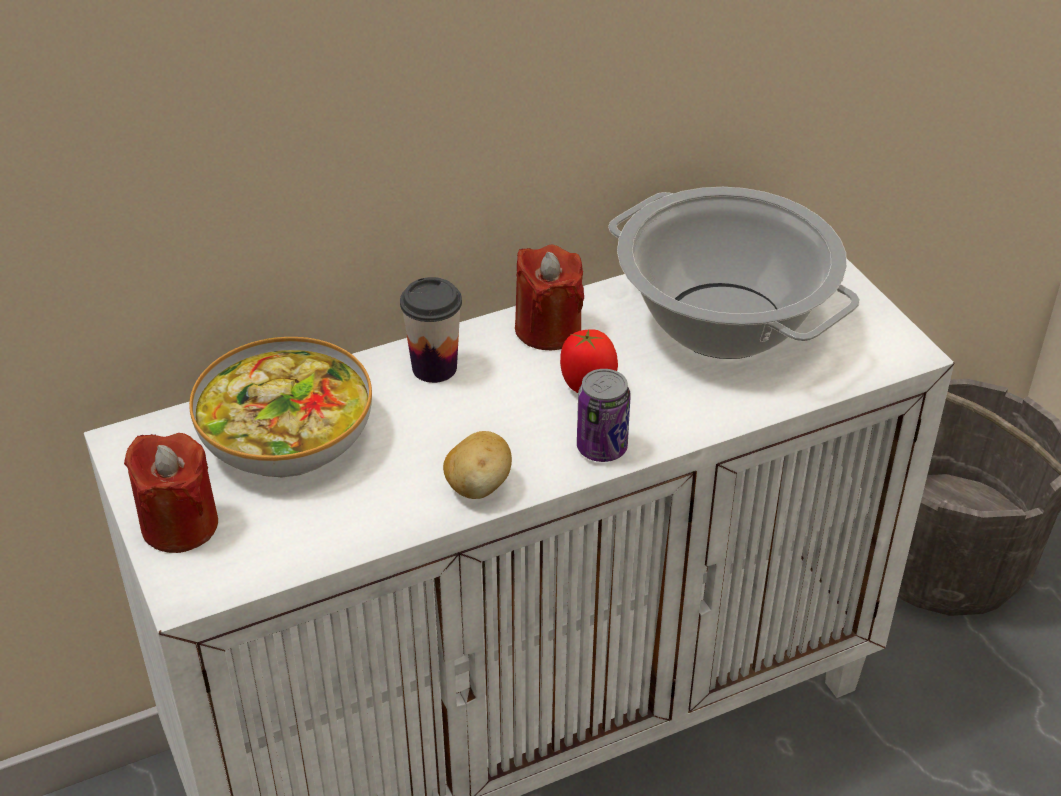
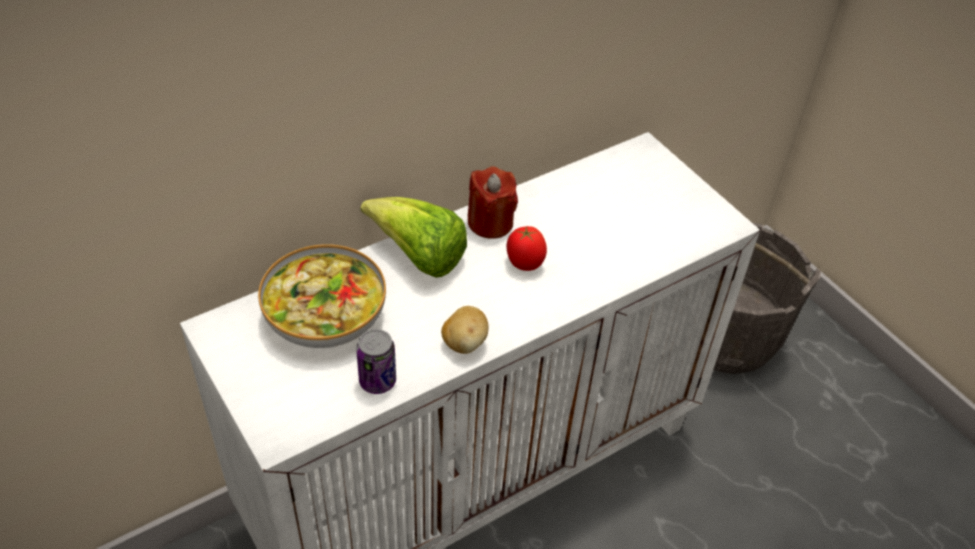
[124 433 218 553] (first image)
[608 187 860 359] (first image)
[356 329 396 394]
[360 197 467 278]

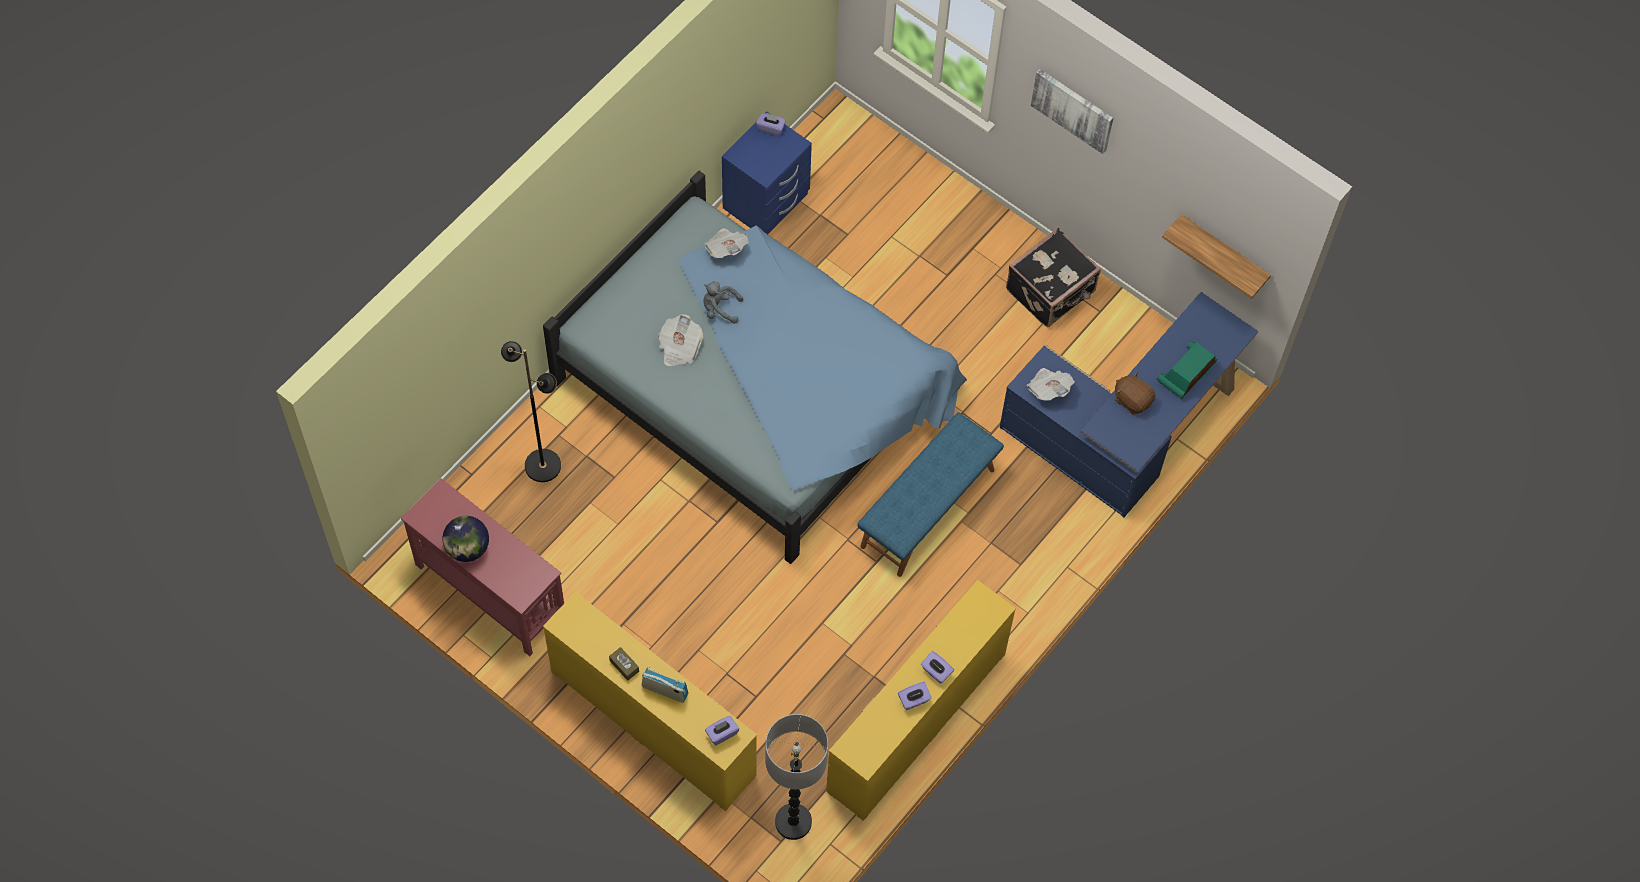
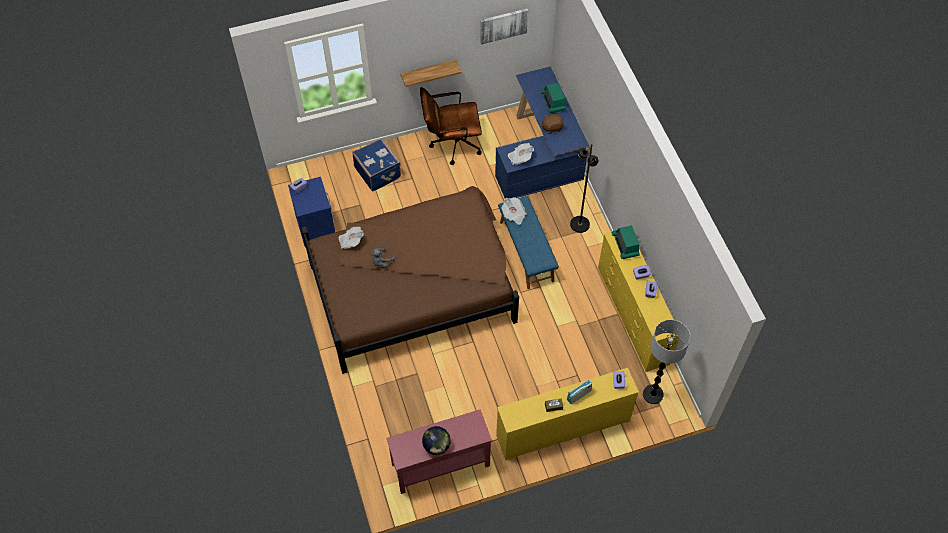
[352 138 401 191]
[612 225 640 259]
[570 144 599 233]
[502 197 527 225]
[480 8 529 45]
[400 59 461 87]
[420 87 482 165]
[301 186 519 374]

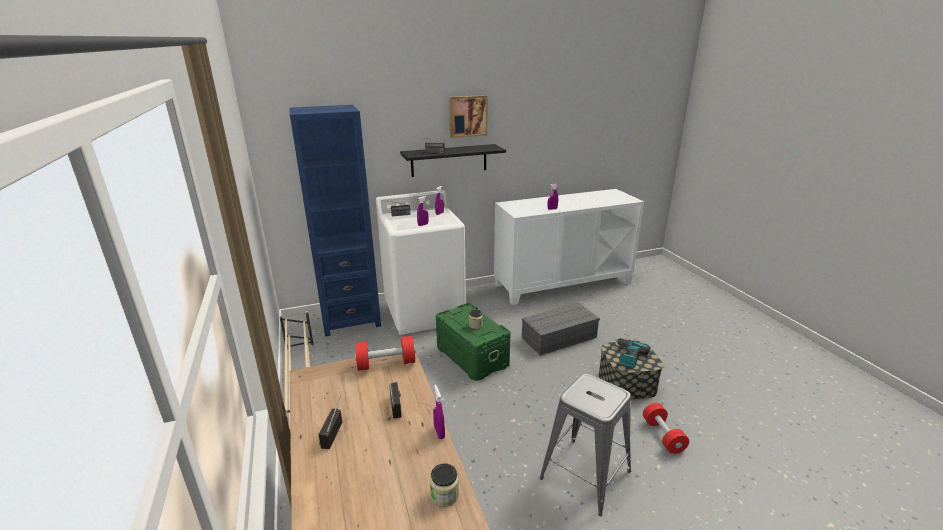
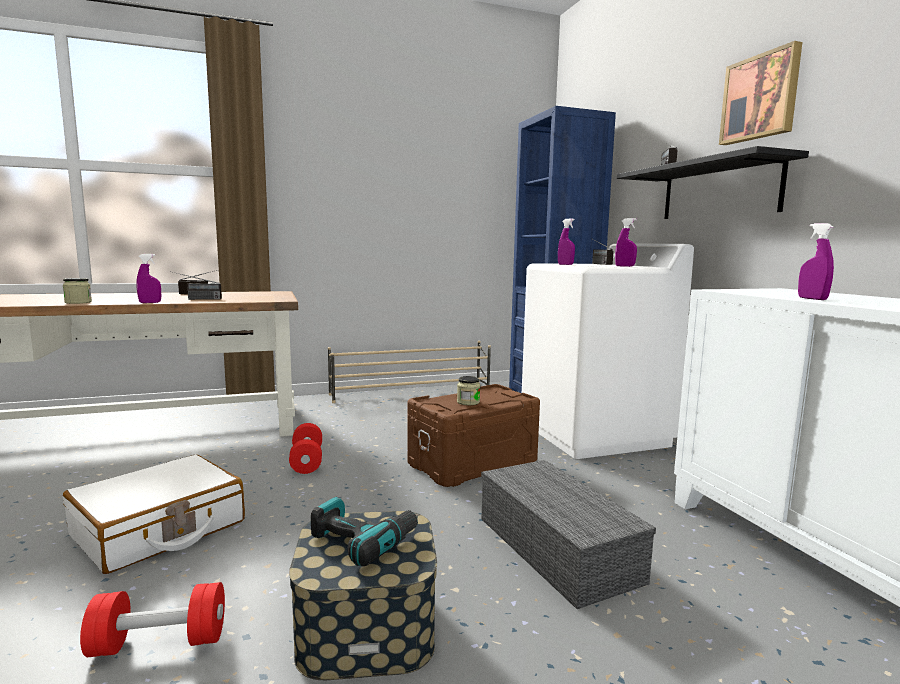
[289 423 322 474]
[63 455 245 574]
[407 384 540 487]

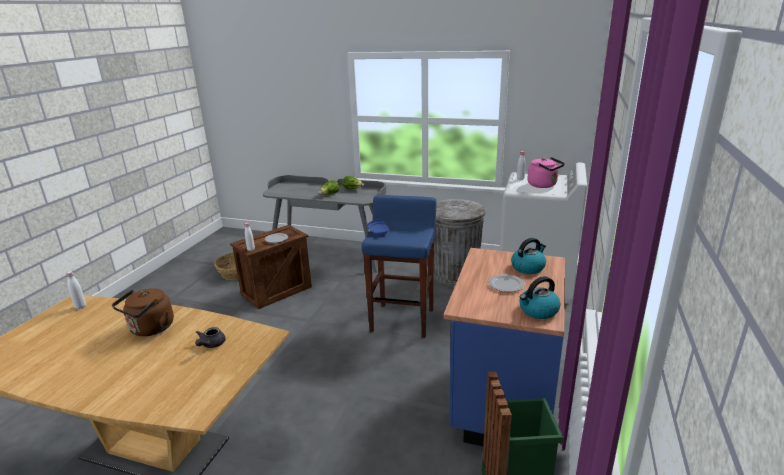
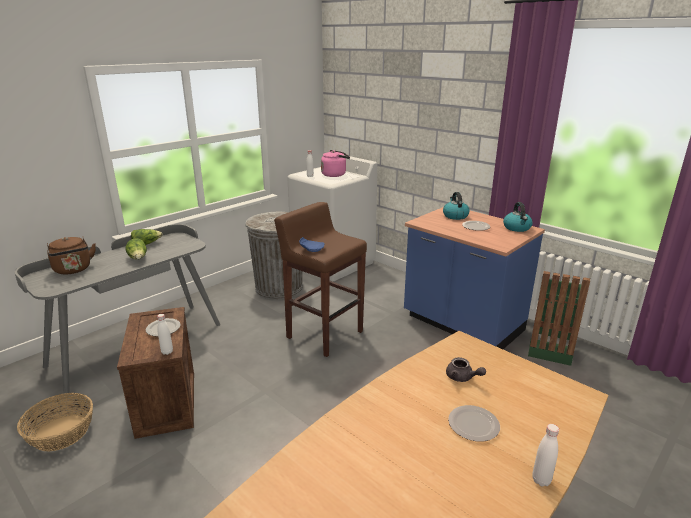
[448 405 500 442]
[532 424 559 486]
[47 236 96 274]
[274 202 367 357]

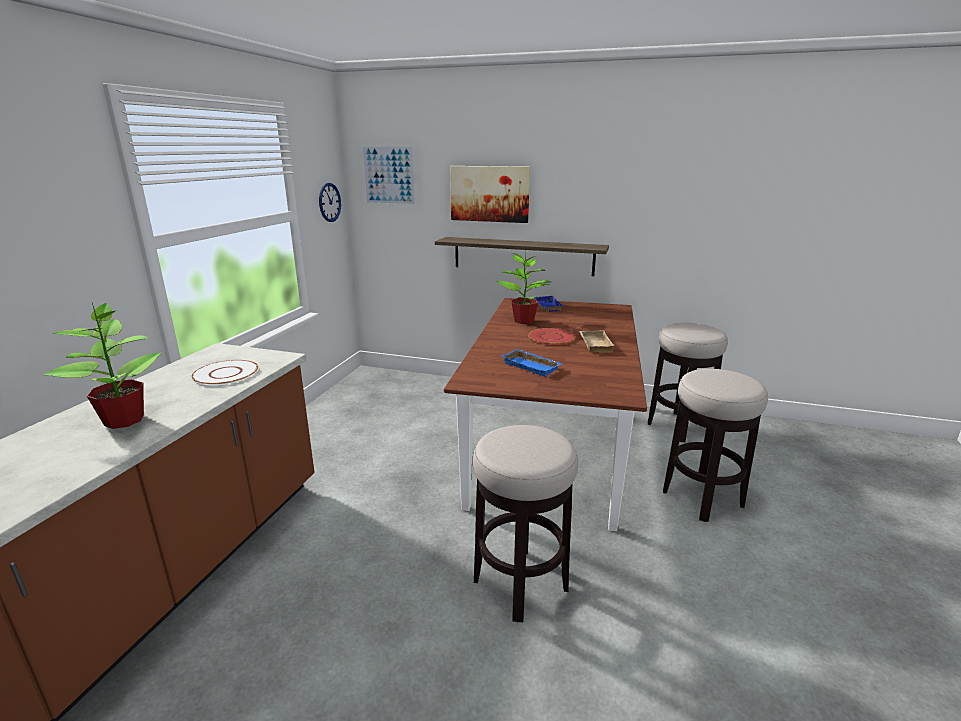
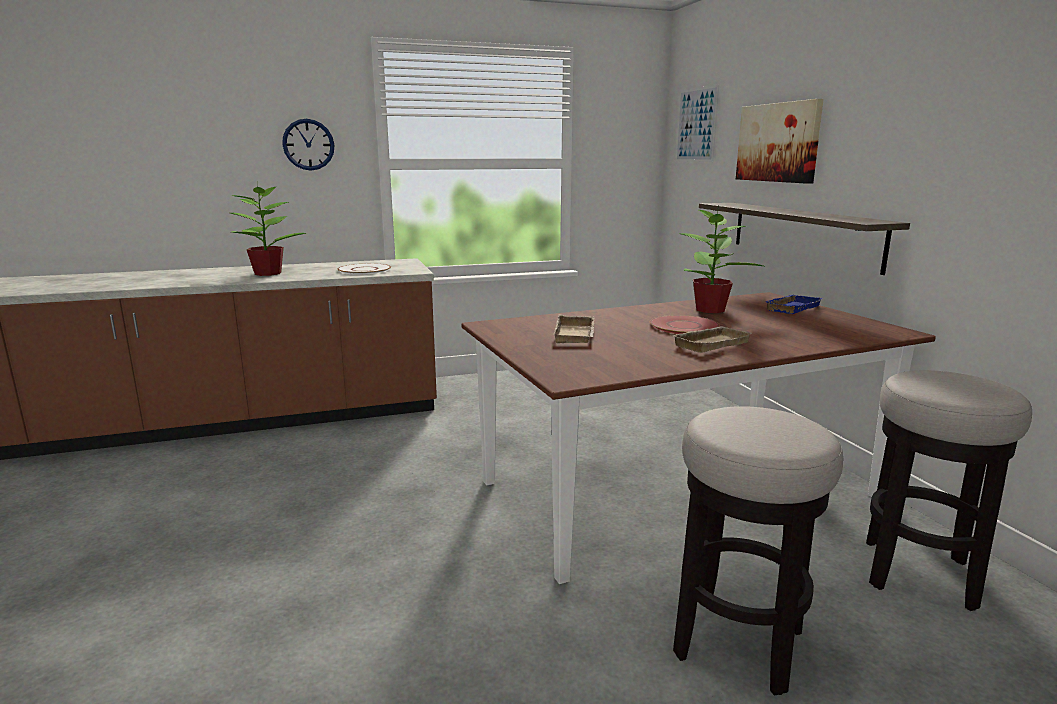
[473 425 578 622] (first image)
[282 119 334 171]
[553 315 594 343]

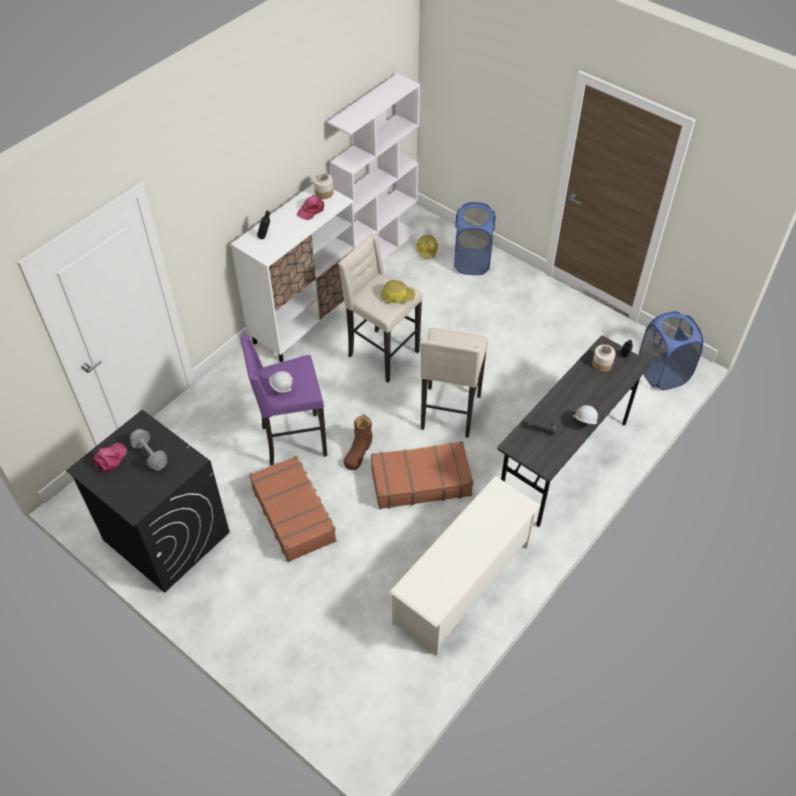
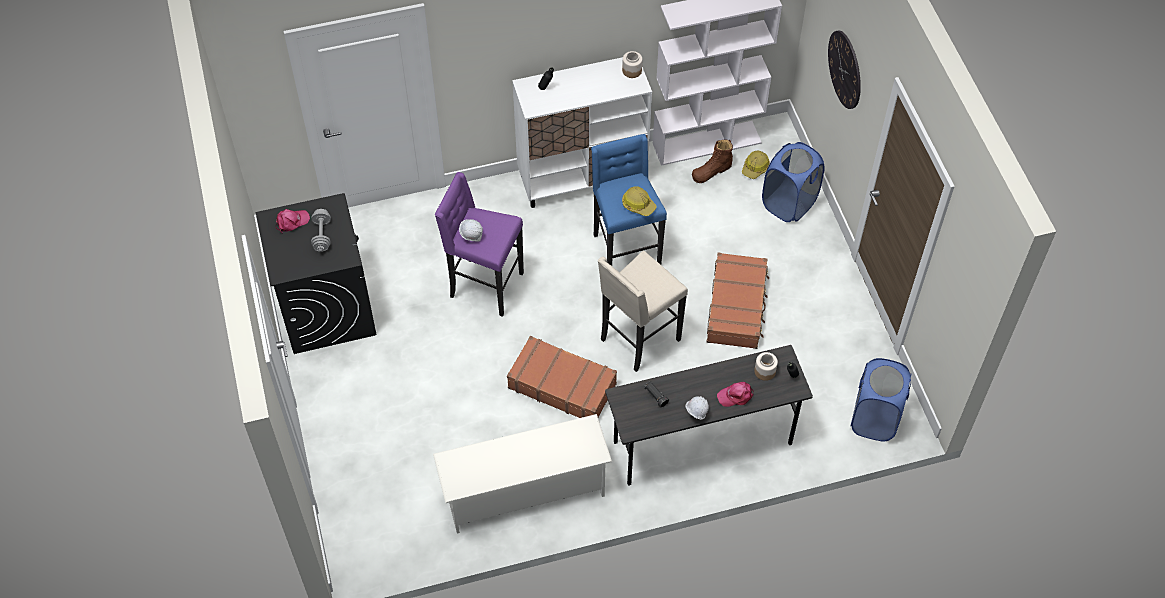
[828 30 861 109]
[706 253 769 349]
[717 382 754 407]
[692 140 733 183]
[591 134 667 266]

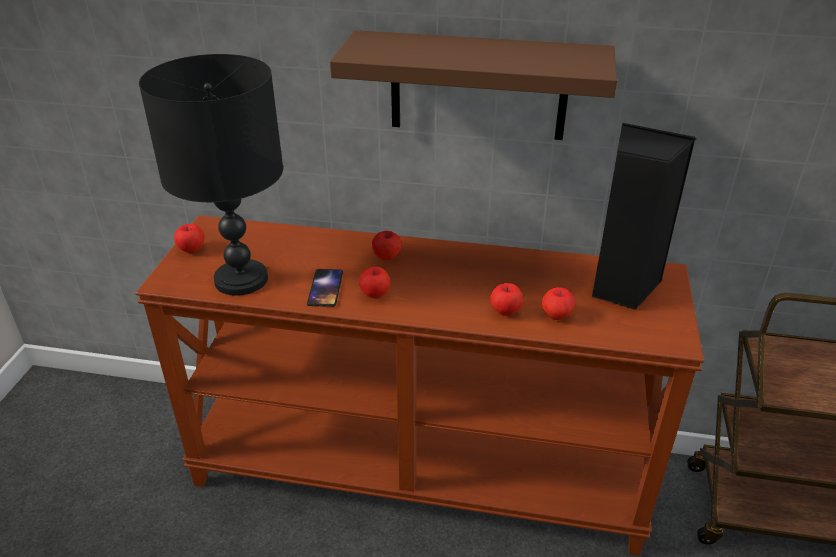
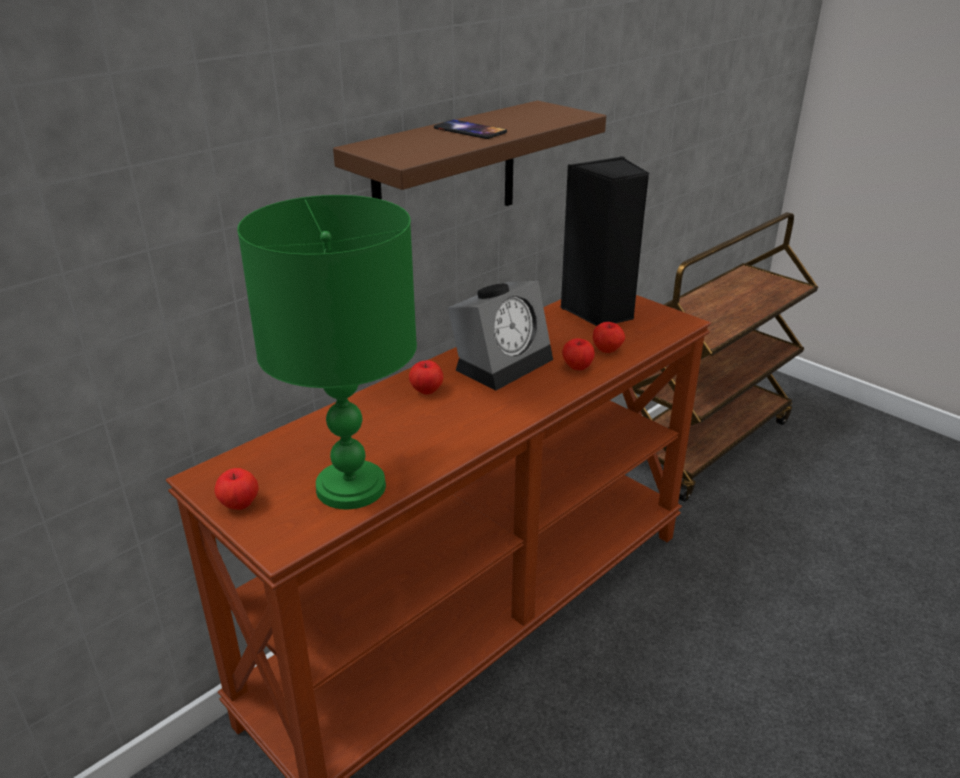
[358 267 390 299] (first image)
[448 281 553 390]
[434 120 507 139]
[237 195 417 509]

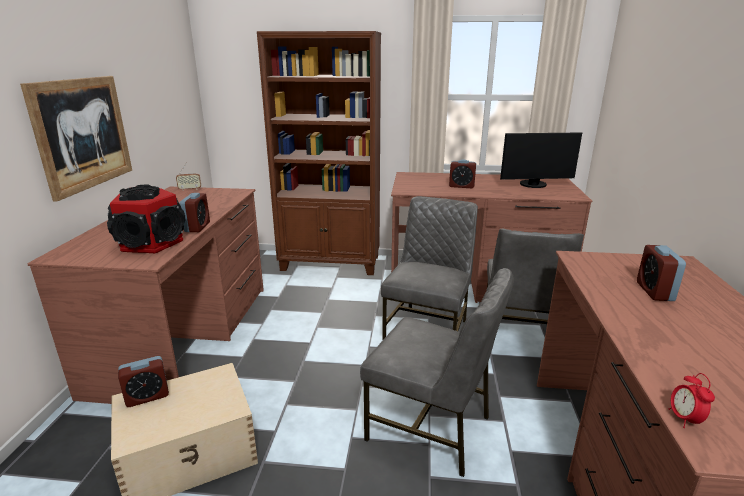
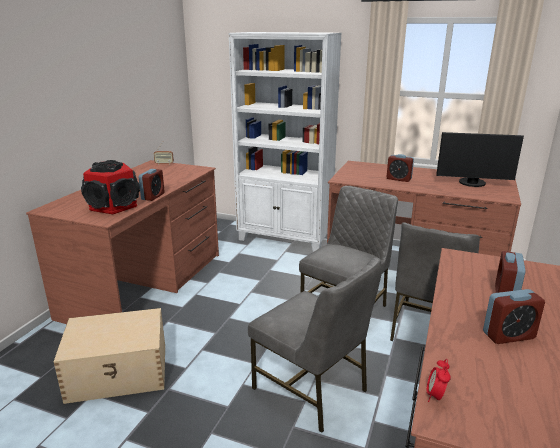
[20 76 132 202] (first image)
[483 289 545 344]
[229 32 342 252]

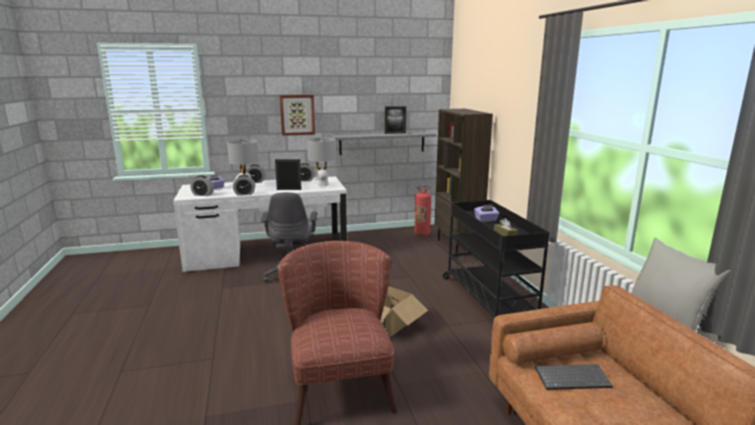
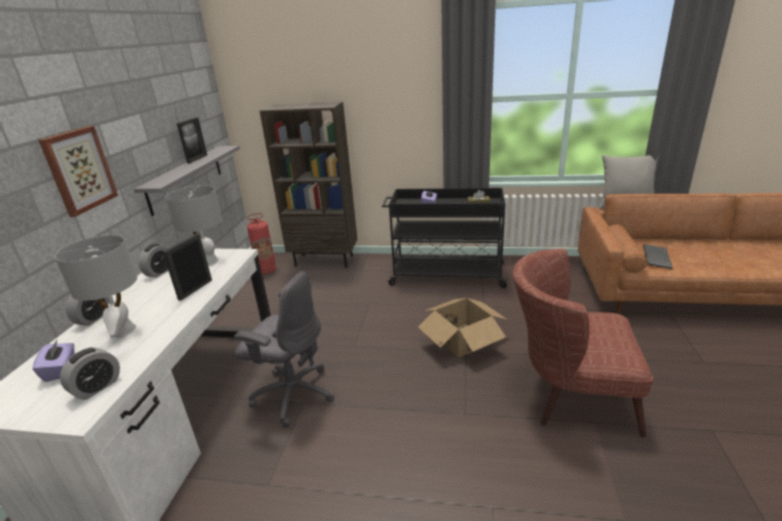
[233 175 255 196] (first image)

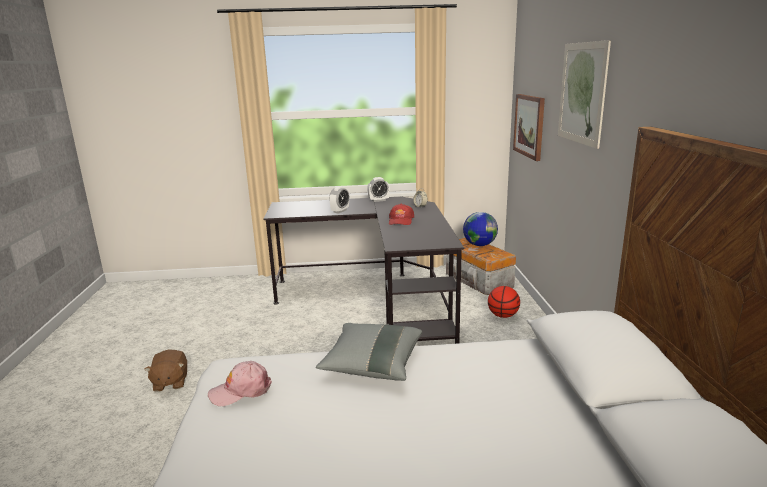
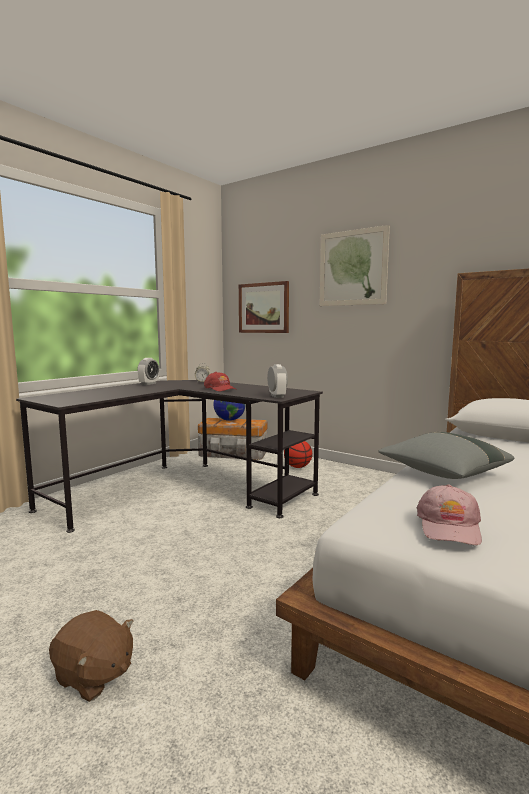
[267 364 288 398]

